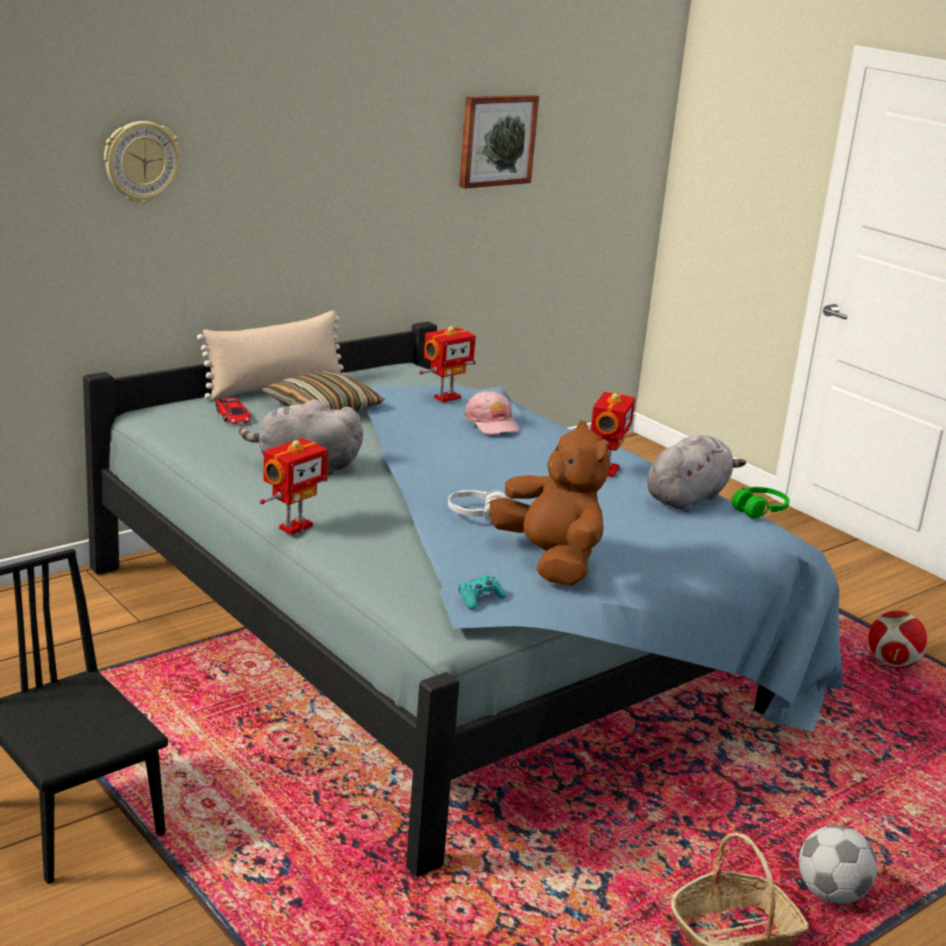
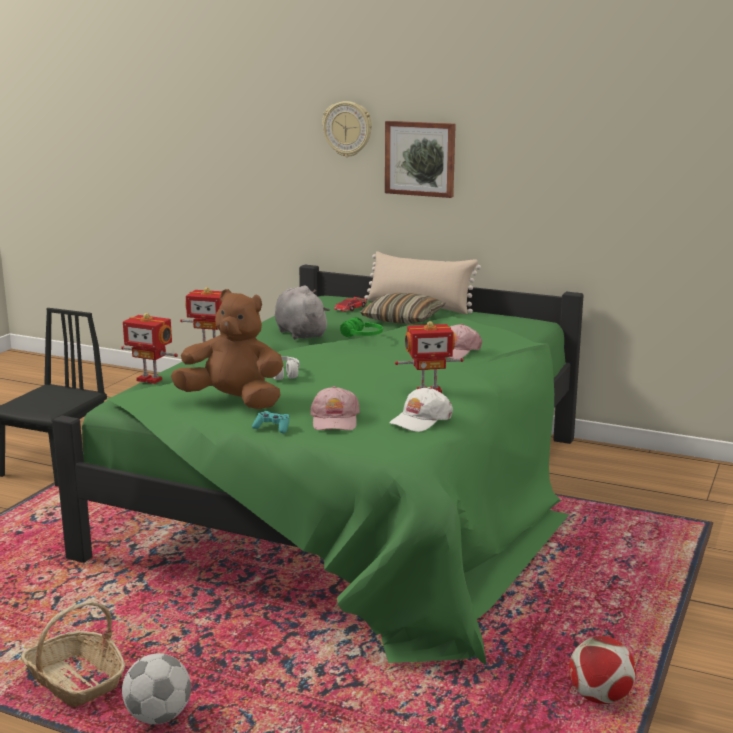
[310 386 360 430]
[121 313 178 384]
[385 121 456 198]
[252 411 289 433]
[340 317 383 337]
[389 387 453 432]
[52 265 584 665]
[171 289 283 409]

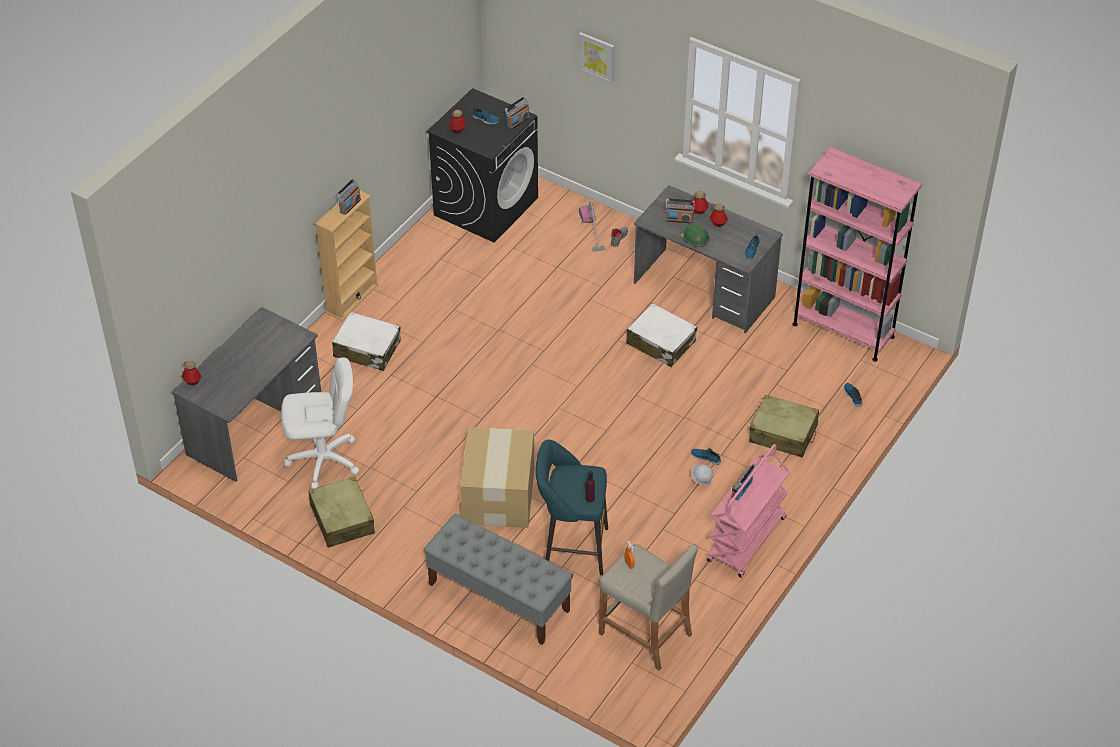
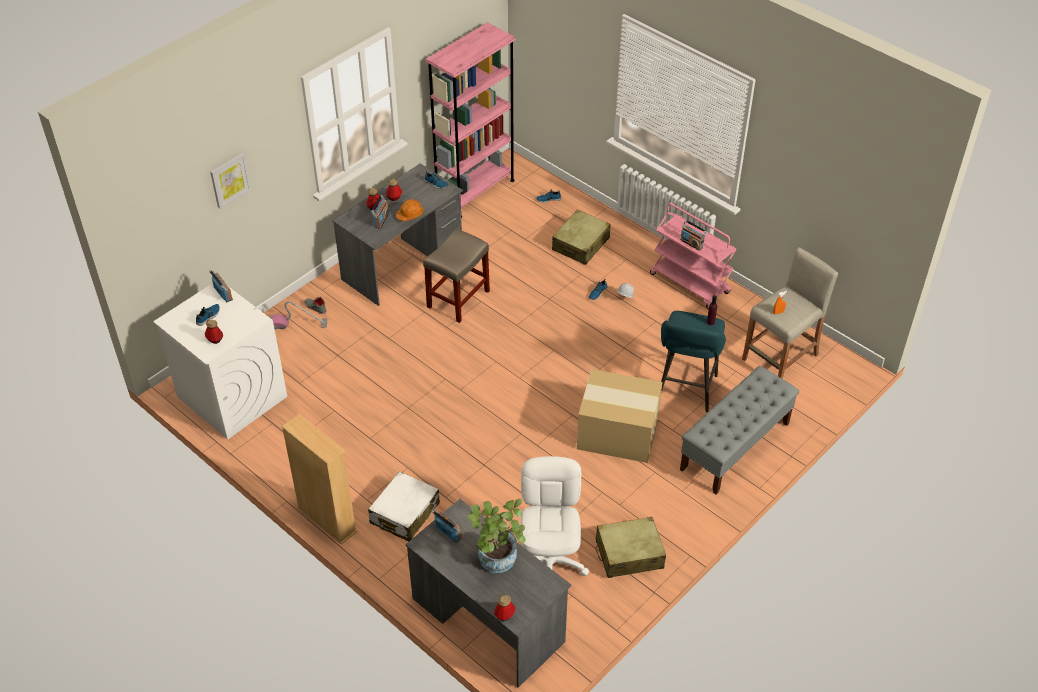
[468 499 525 573]
[432 510 462 543]
[423 229 490 323]
[153 283 287 440]
[396 199 424 221]

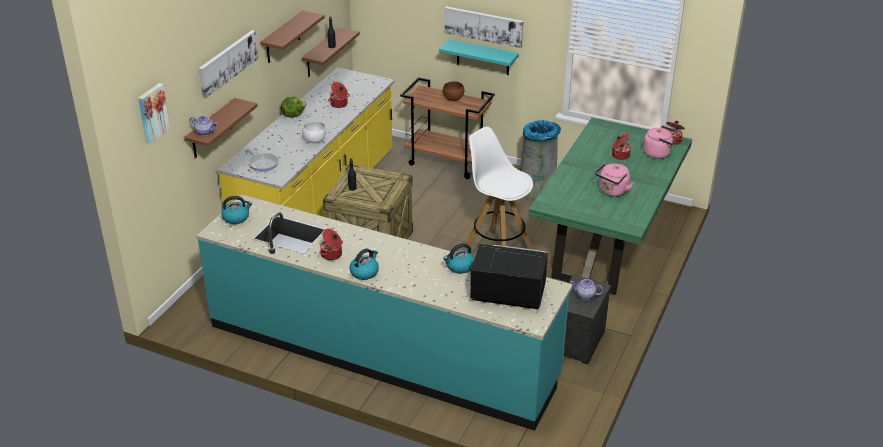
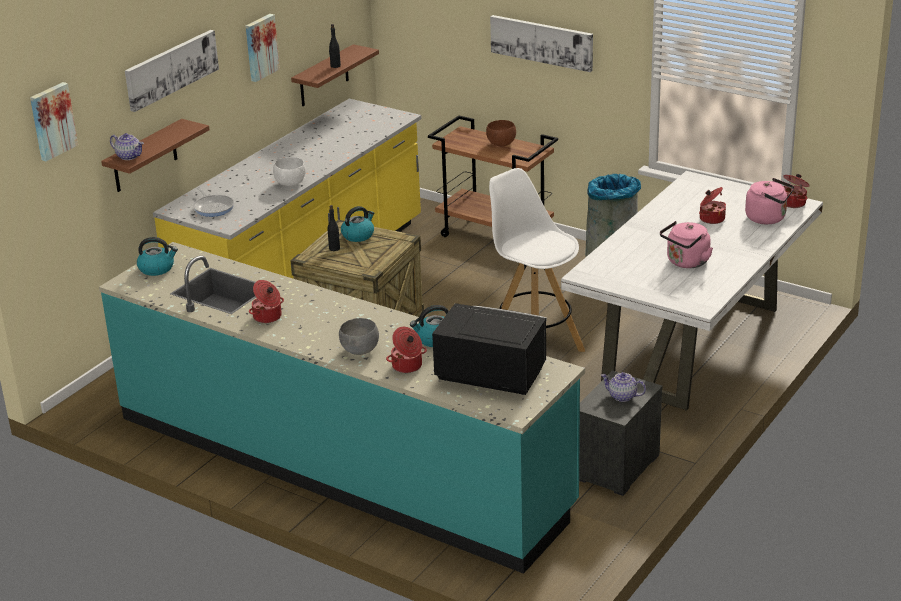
[281 97 306 118] (first image)
[439 40 519 75] (first image)
[339 318 379 355]
[386 327 427 373]
[341 206 374 242]
[246 14 280 82]
[561 171 823 411]

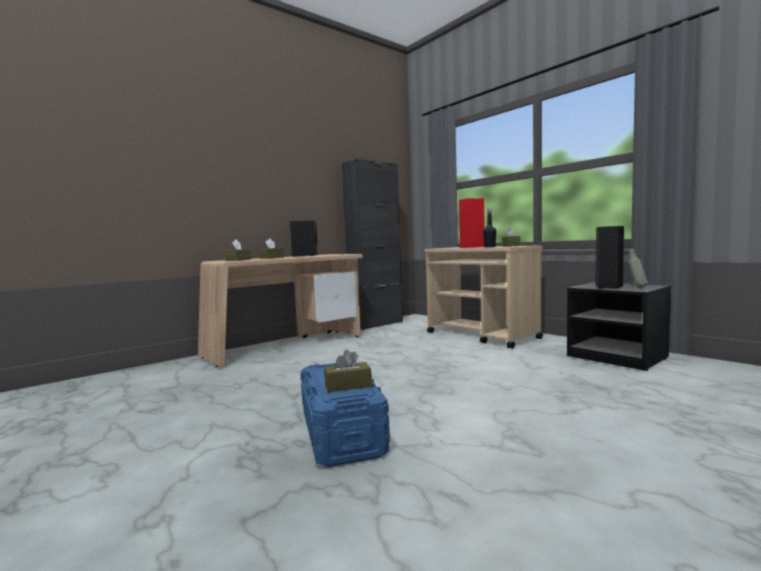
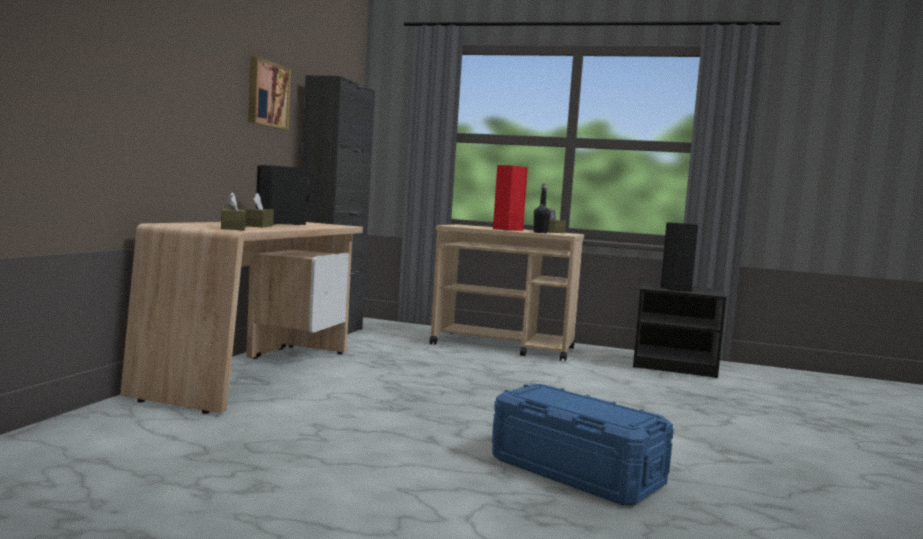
[324 350 372 392] (first image)
[629 249 648 288] (first image)
[248 56 291 130]

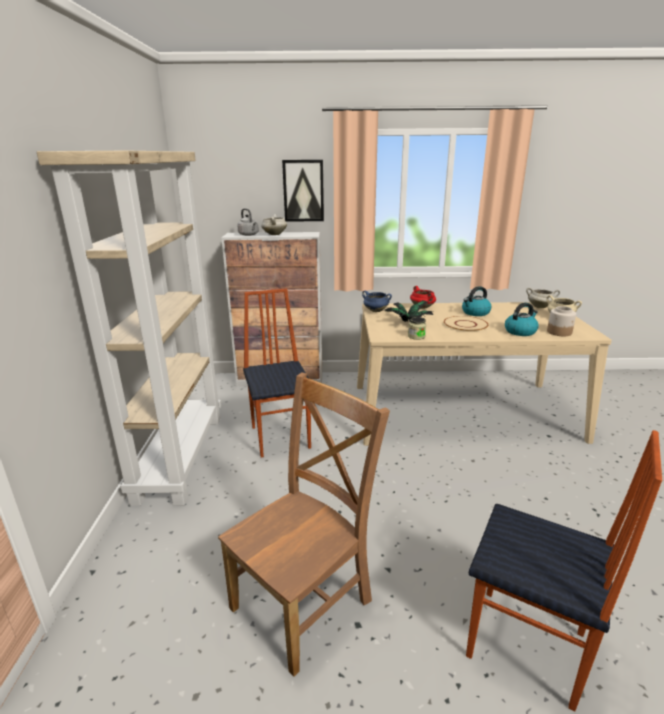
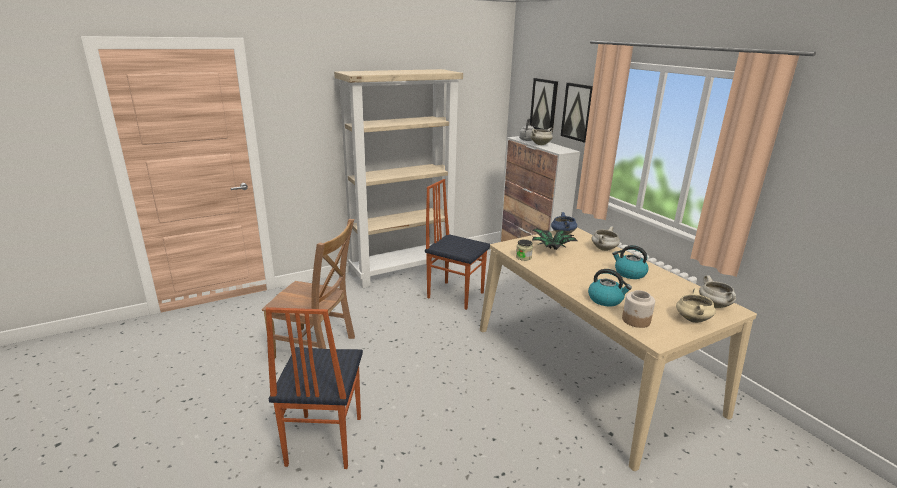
[444 316 488 332] (first image)
[530 78 558 133]
[592 226 620 251]
[425 179 490 310]

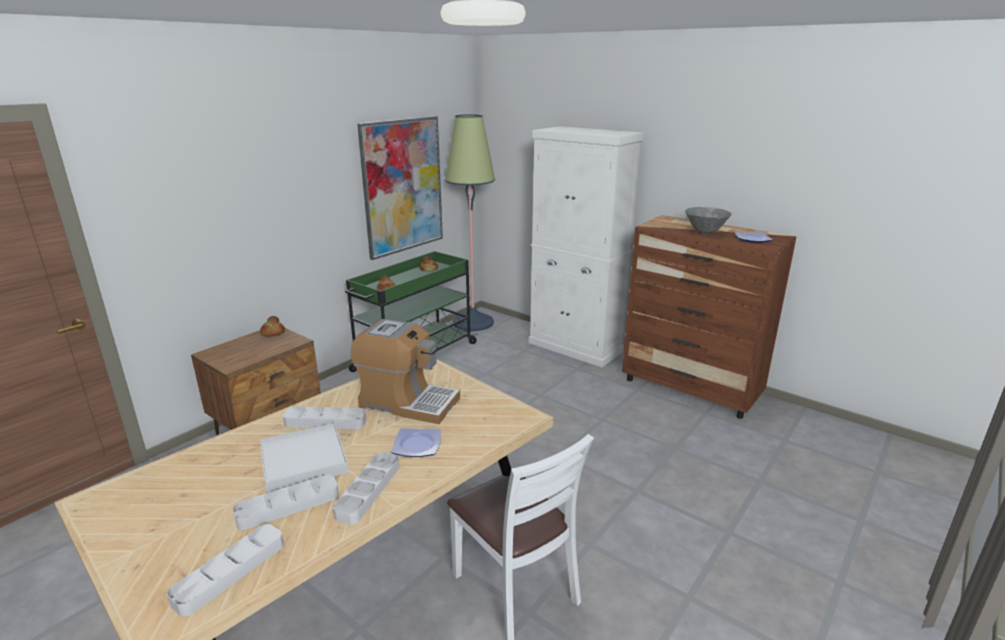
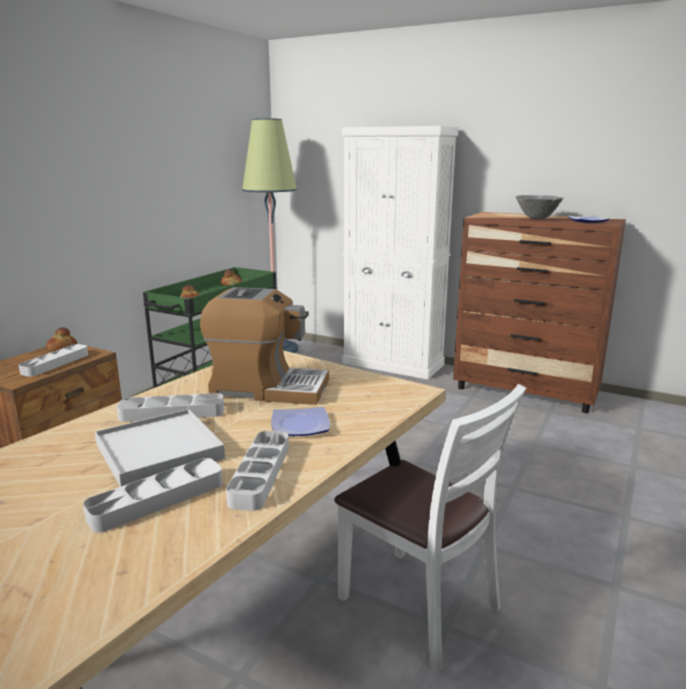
[357 116 443 260] (first image)
[19 344 88 377]

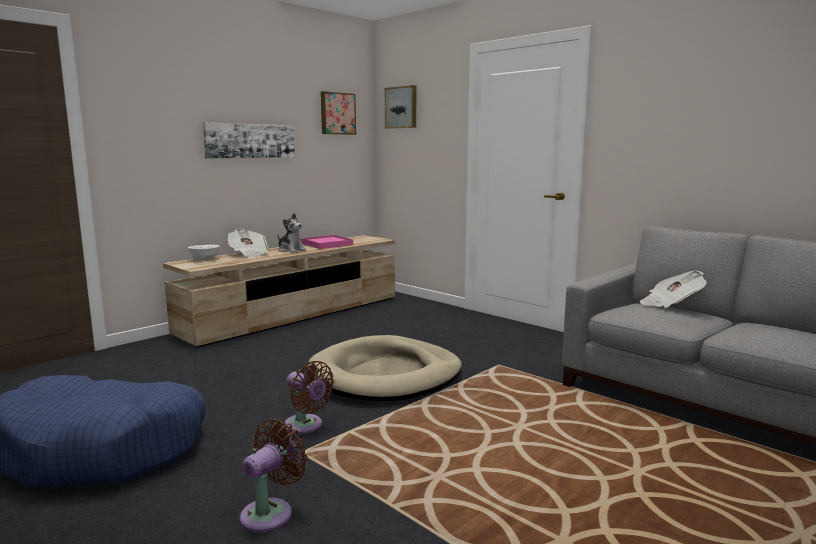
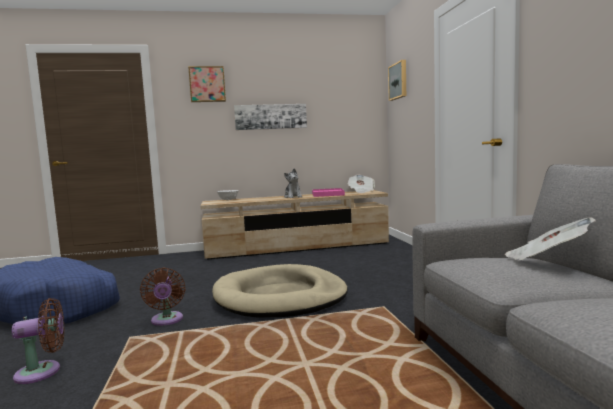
[348 175 375 193]
[188 66 226 102]

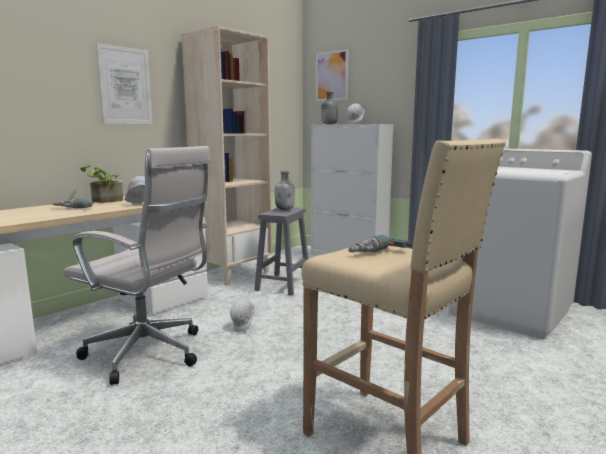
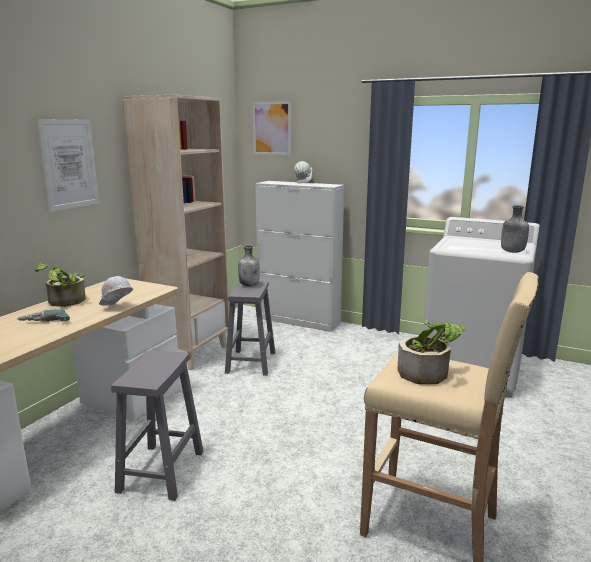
[230 299 256 332] (first image)
[501 205 529 253]
[111 350 204 501]
[398 320 466 384]

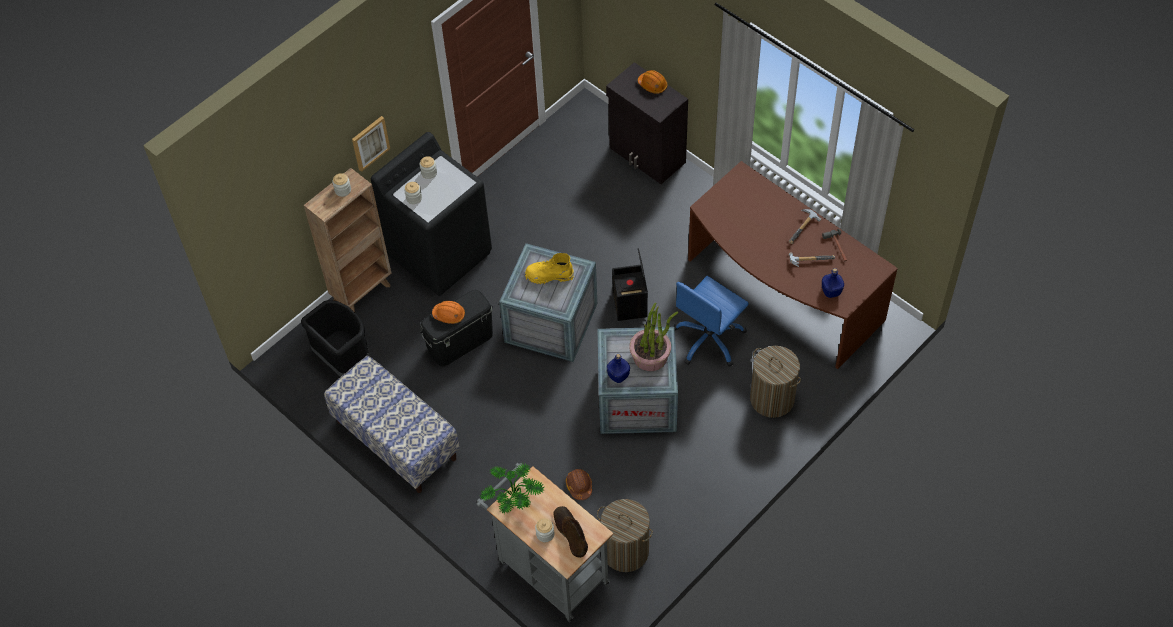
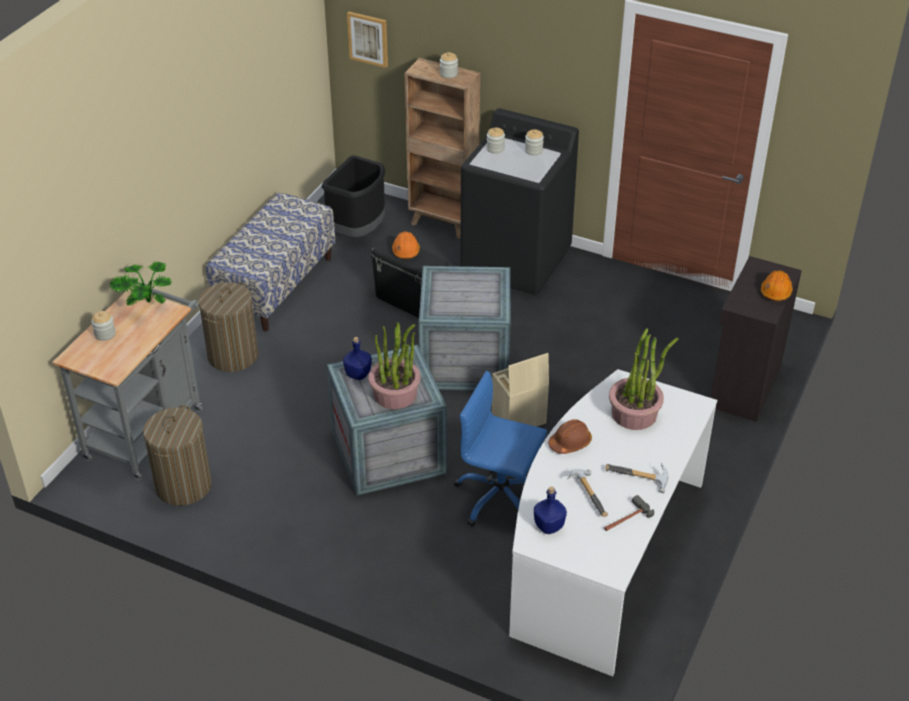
[525 253 574 285] (first image)
[553 506 588 558] (first image)
[609 328 679 430]
[347 12 388 68]
[548 419 592 454]
[198 282 258 372]
[492 353 549 427]
[509 369 717 677]

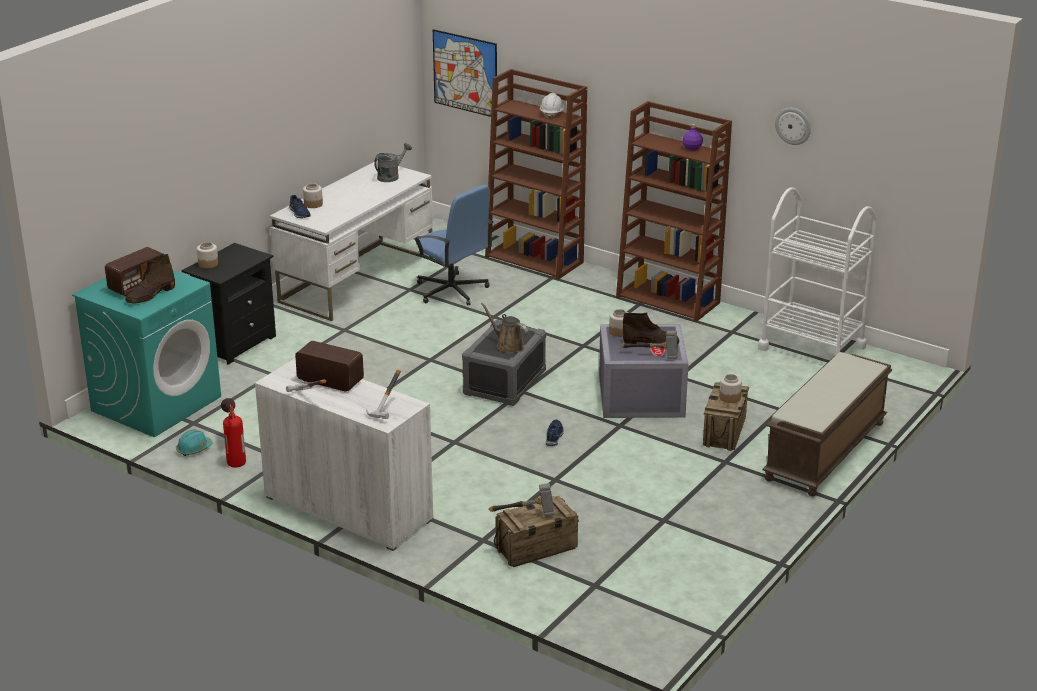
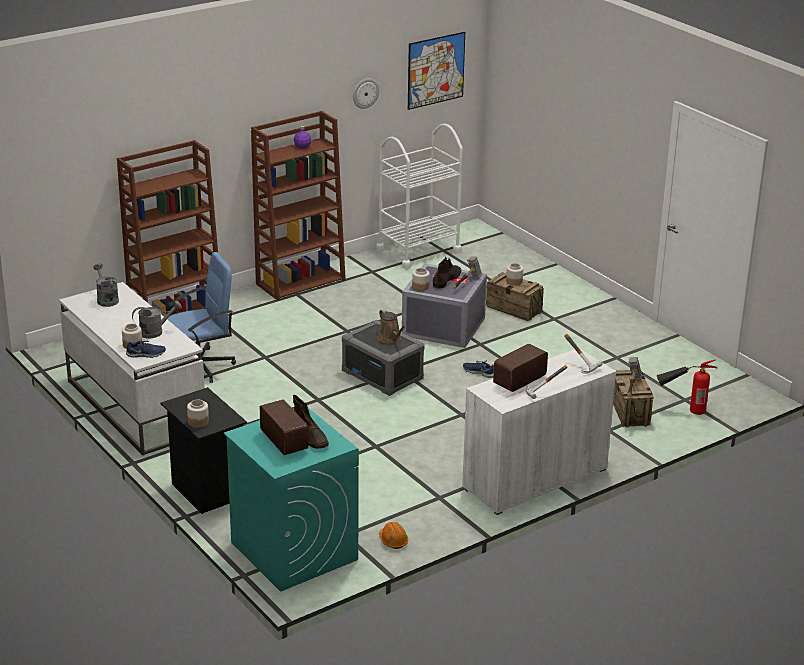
[540 93 564 119] (first image)
[762 352 893 497] (first image)
[132 300 182 338]
[657 359 718 415]
[408 32 465 110]
[379 522 408 549]
[377 309 407 344]

